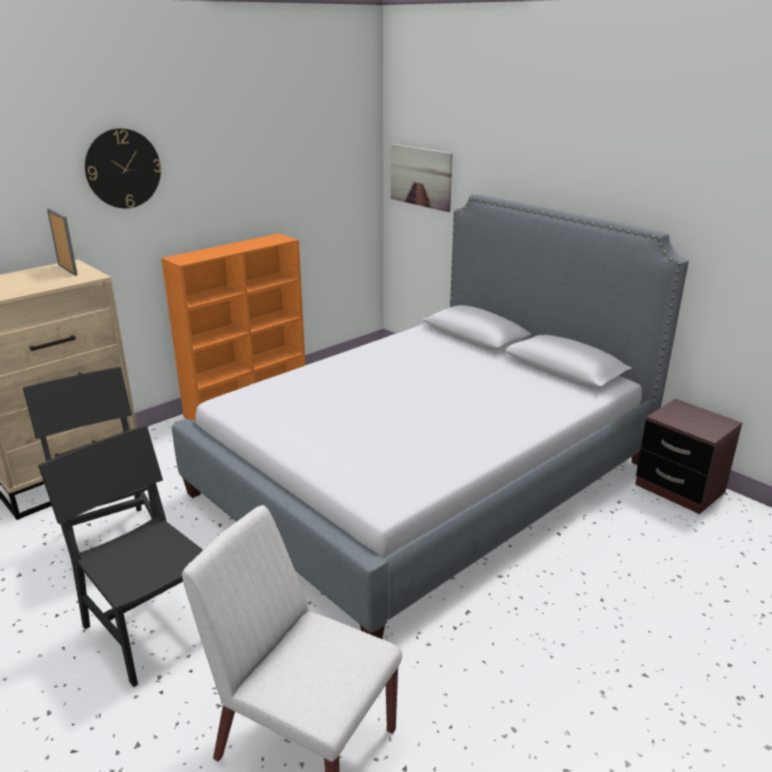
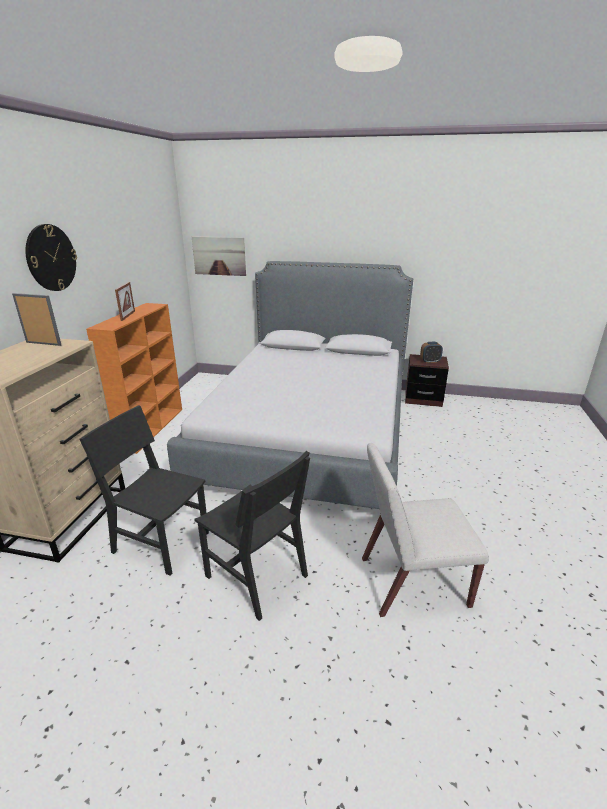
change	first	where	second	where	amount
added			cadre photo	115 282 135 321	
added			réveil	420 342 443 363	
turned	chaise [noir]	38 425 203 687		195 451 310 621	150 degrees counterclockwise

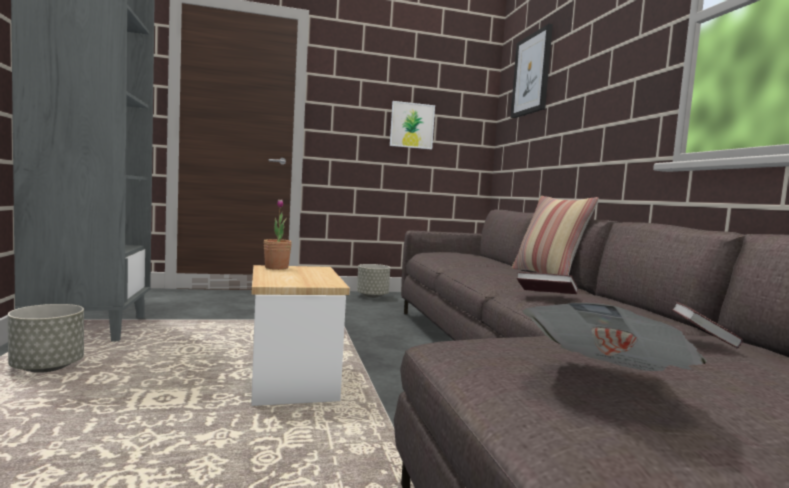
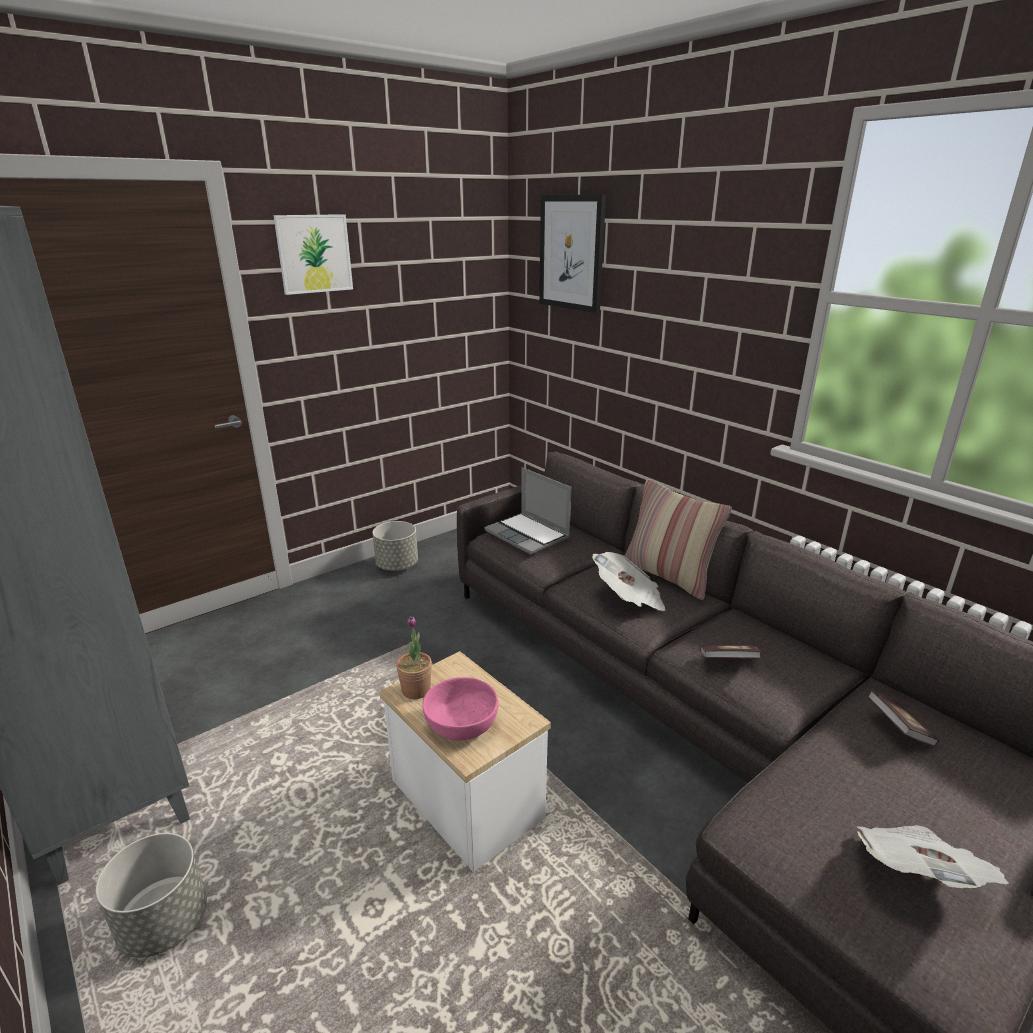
change	first	where	second	where	amount
added			bol [rose]	422 677 498 741	
added			ordinateur portable	484 467 571 555	
added			journal	592 552 666 611	
moved	tableau	390 101 435 150		273 214 353 295	

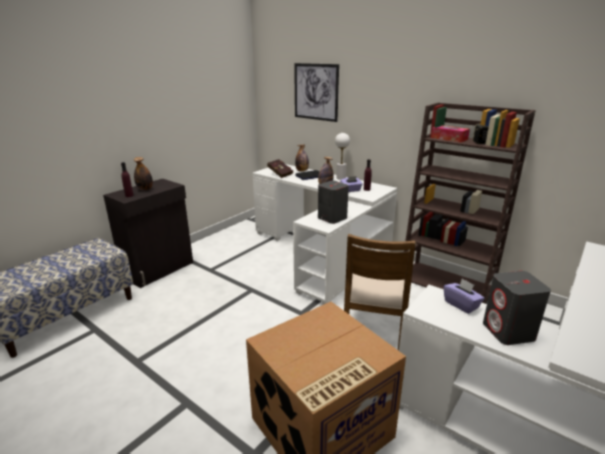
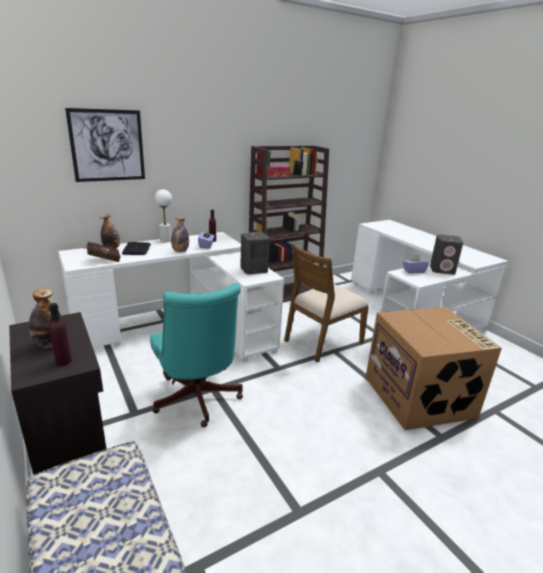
change	first	where	second	where	amount
added			chaise de bureau [turquoise]	150 283 243 427	
turned	chaise [marron]	344 234 416 351		284 244 369 362	105 degrees clockwise

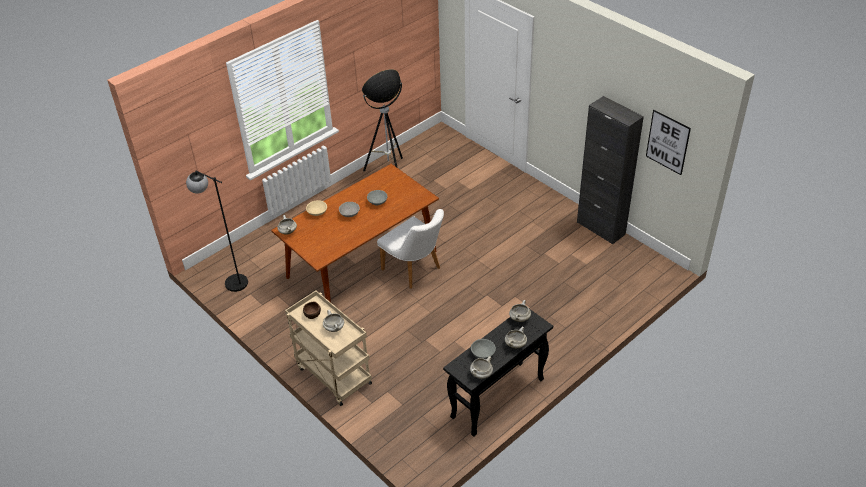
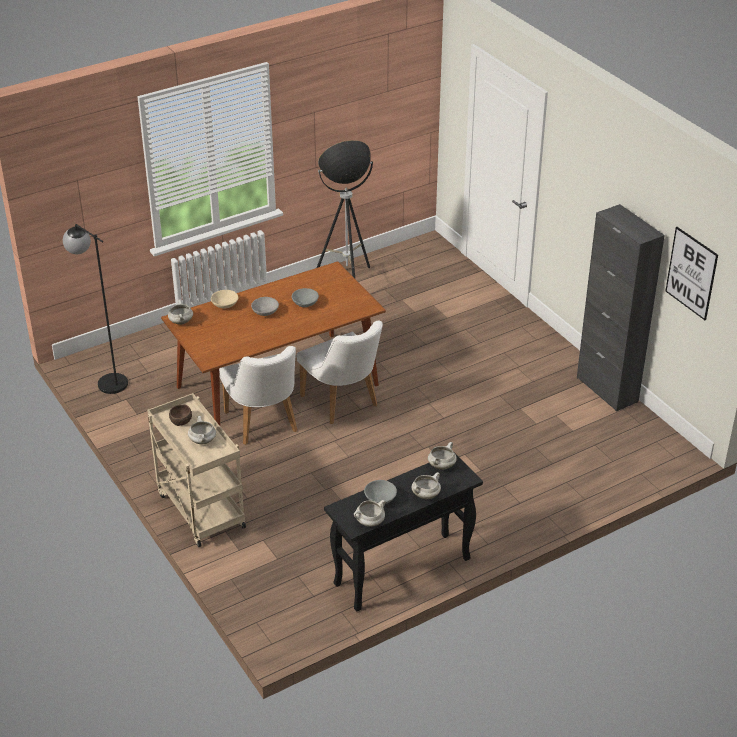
change	first	where	second	where	amount
added			chaise [blanc]	219 346 297 445	

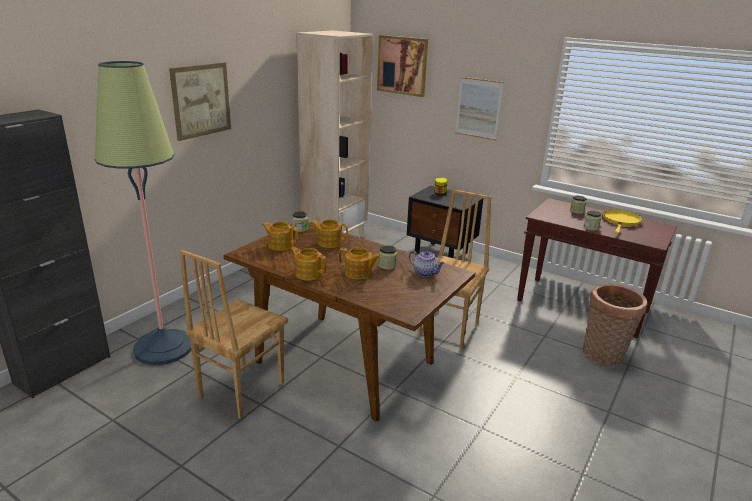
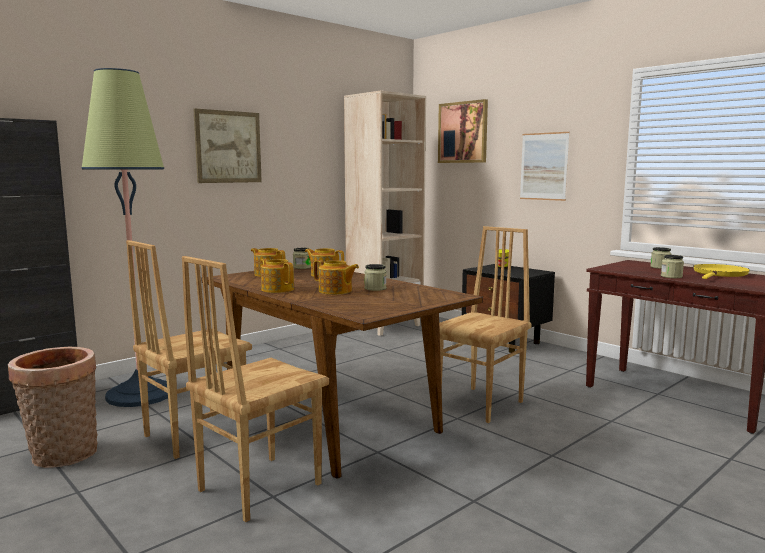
change	first	where	second	where	amount
removed	théière	409 251 444 277			
added			chaise [marron]	182 256 329 522	
moved	panier	582 284 647 366		8 347 97 468	

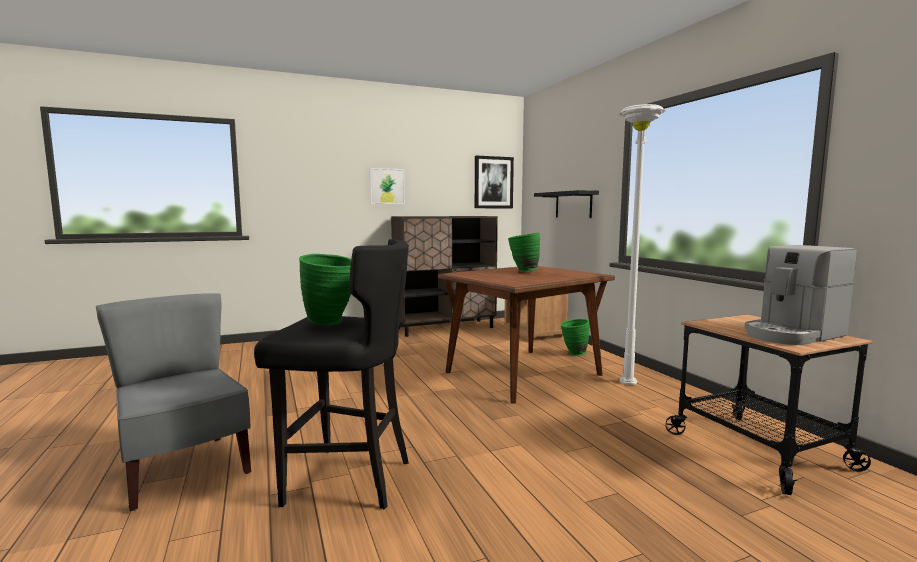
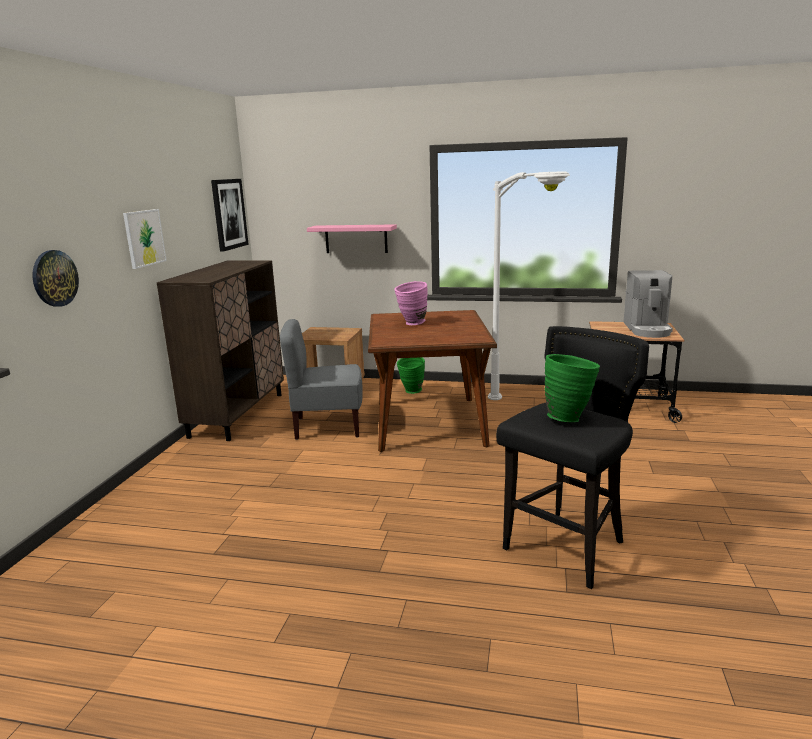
change	first	where	second	where	amount
added			horloge murale	32 250 79 307	
moved	chaise [gris]	96 293 251 511		280 319 363 440	
recoloured	vase [vert]	508 233 540 272	vase [rose]	394 281 428 325	
recoloured	étagère [noir]	534 190 599 218	étagère [rose]	307 224 397 253	

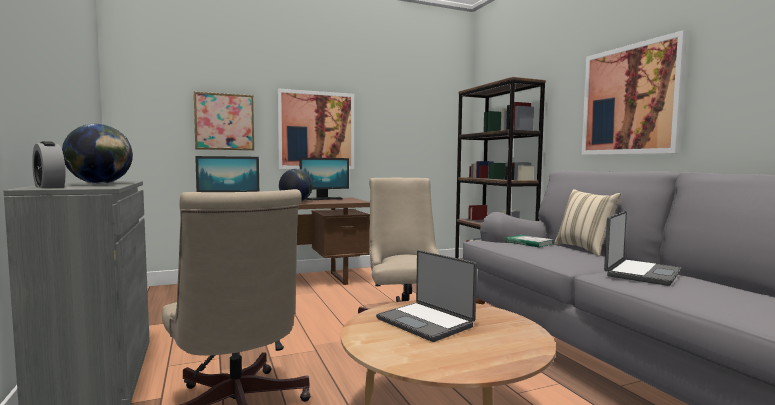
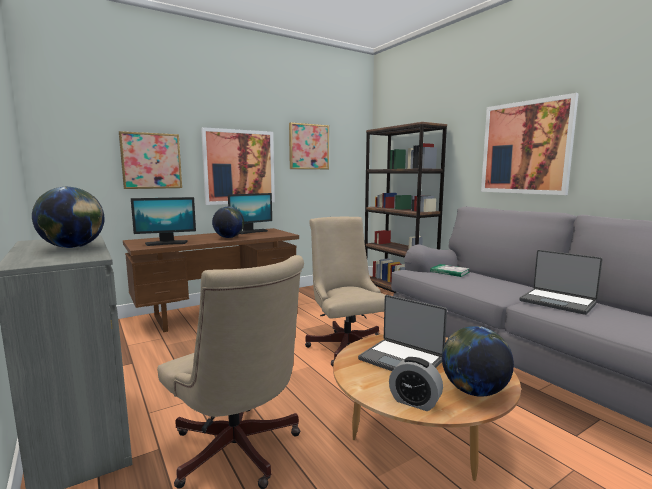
change	first	where	second	where	amount
removed	coussin [beige]	554 189 621 256			
added			tableau	289 122 329 169	
added			globe	442 326 514 397	
moved	réveil	32 141 66 188		389 357 443 411	
turned	ordinateur portable	604 211 682 286		519 250 603 315	105 degrees clockwise

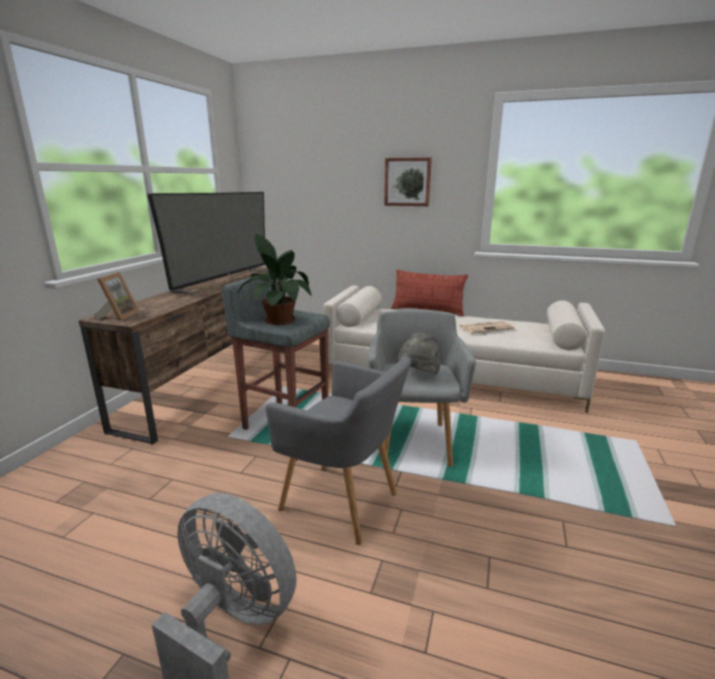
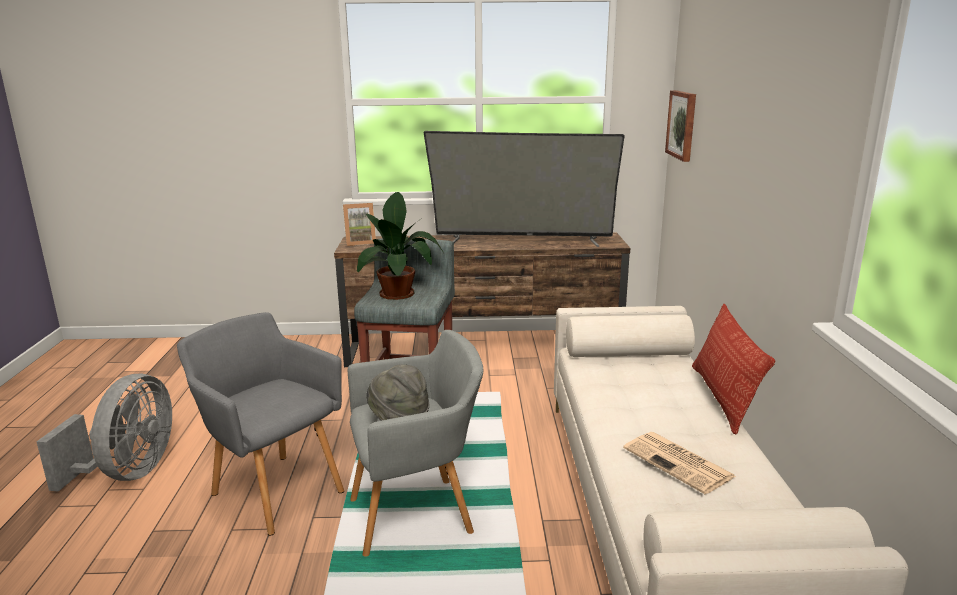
change	first	where	second	where	amount
moved	tableau	384 157 432 206		665 90 696 162	
turned	fauteuil [gris]	266 356 411 545		177 312 344 536	120 degrees clockwise

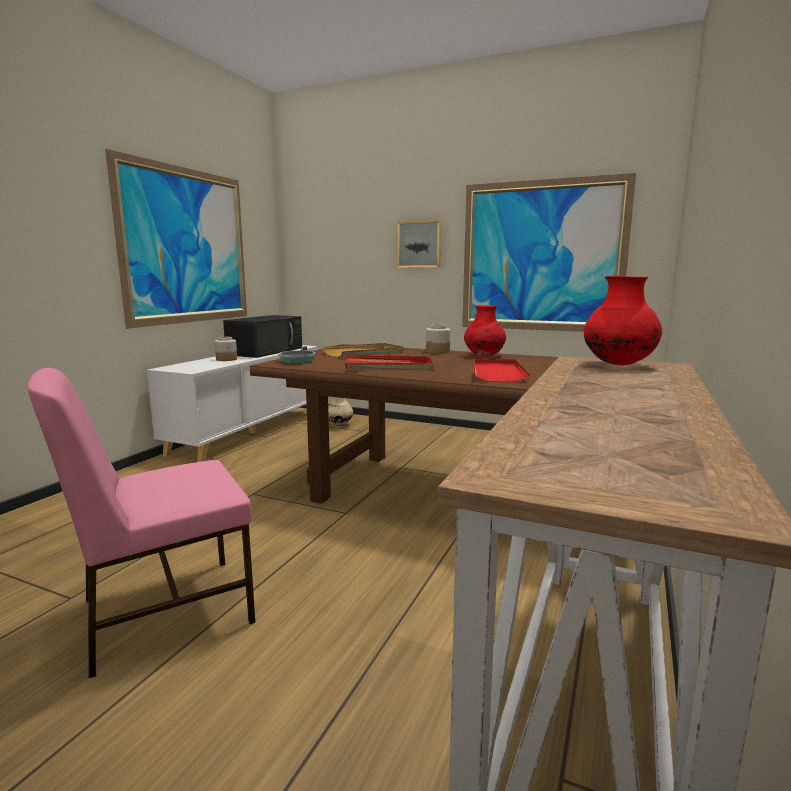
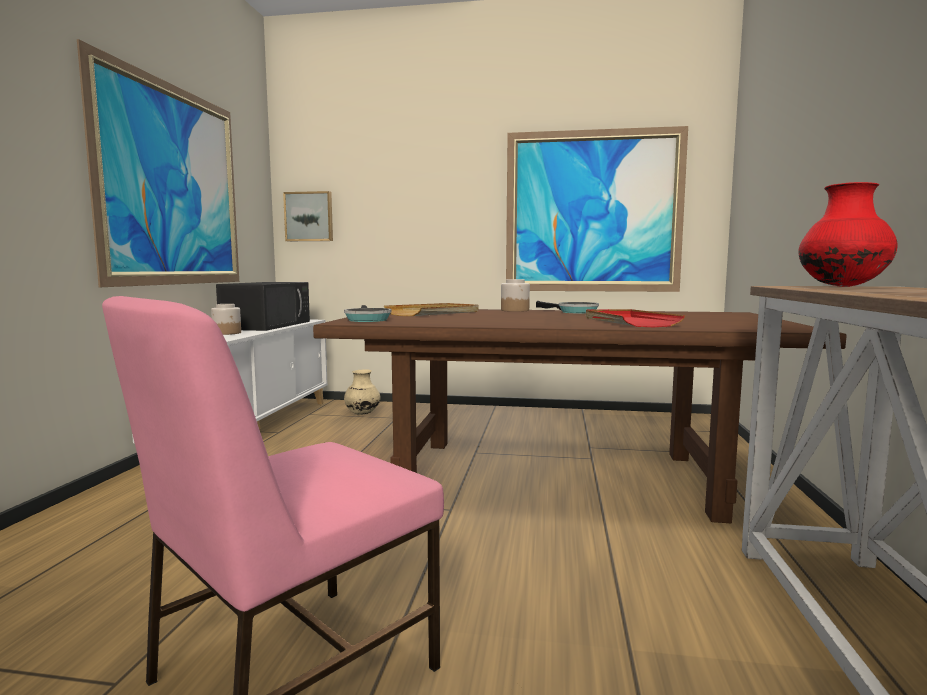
change	first	where	second	where	amount
removed	plateau [rouge]	345 356 434 370			
moved	tableau	398 221 441 268		283 191 333 241	
replaced	vase [rouge]	464 305 506 356	poêle	536 301 599 314	

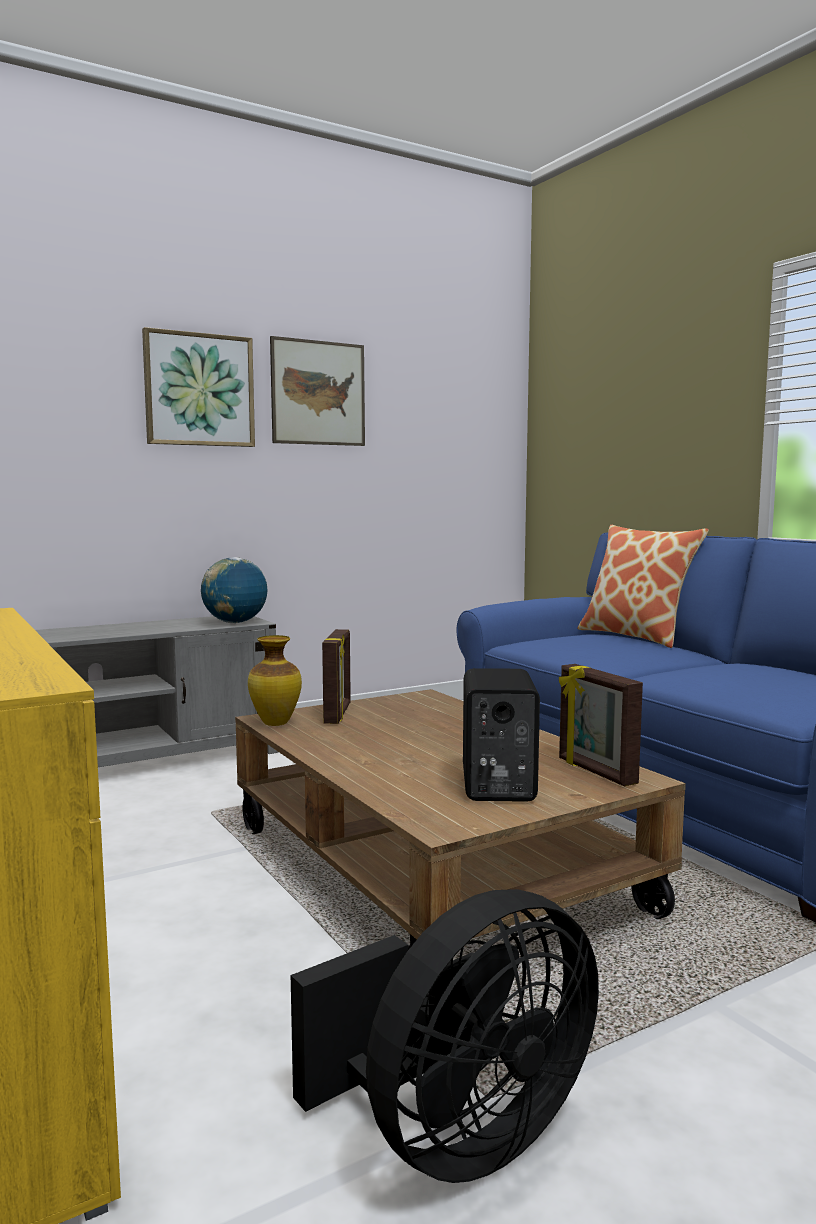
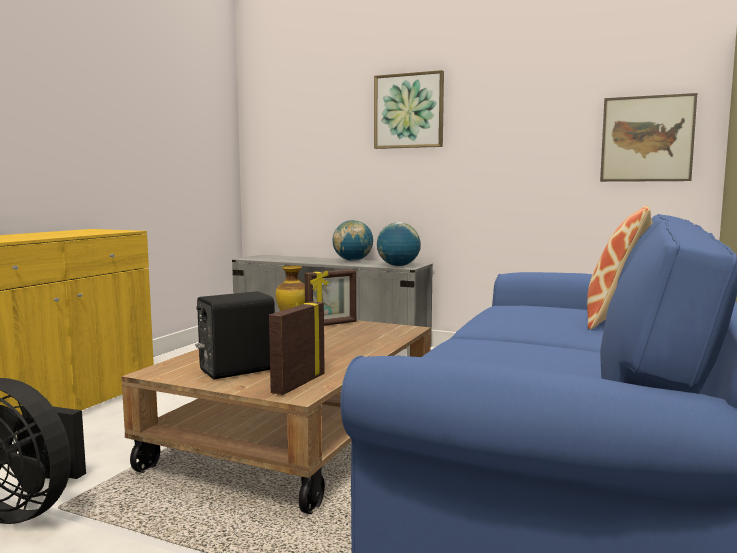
change	first	where	second	where	amount
added			globe	332 220 373 261	
moved	tableau	270 336 365 446		600 93 697 182	

